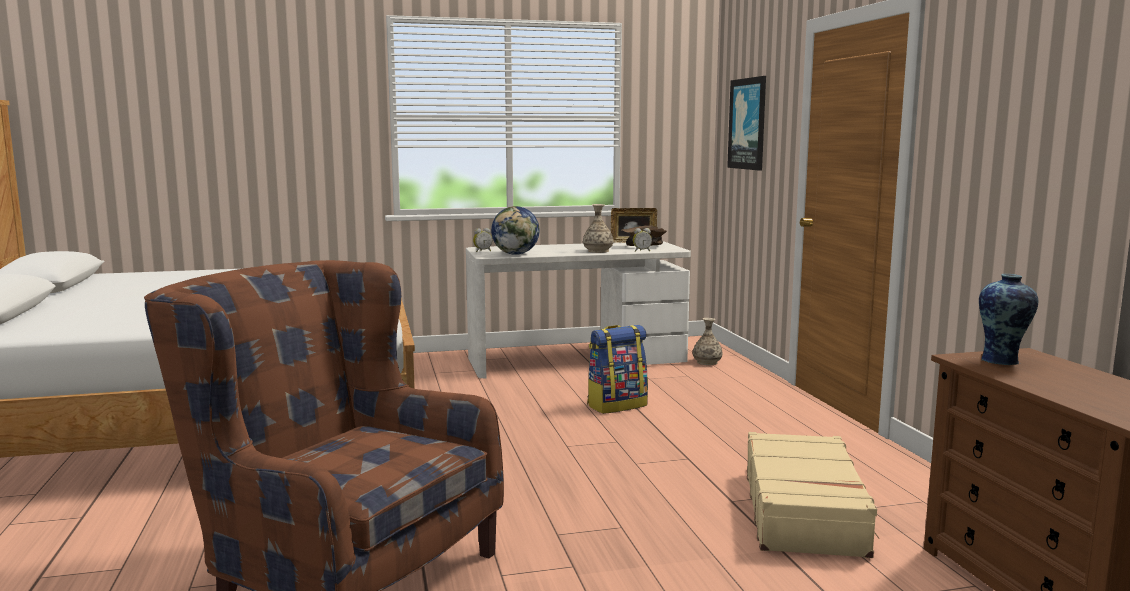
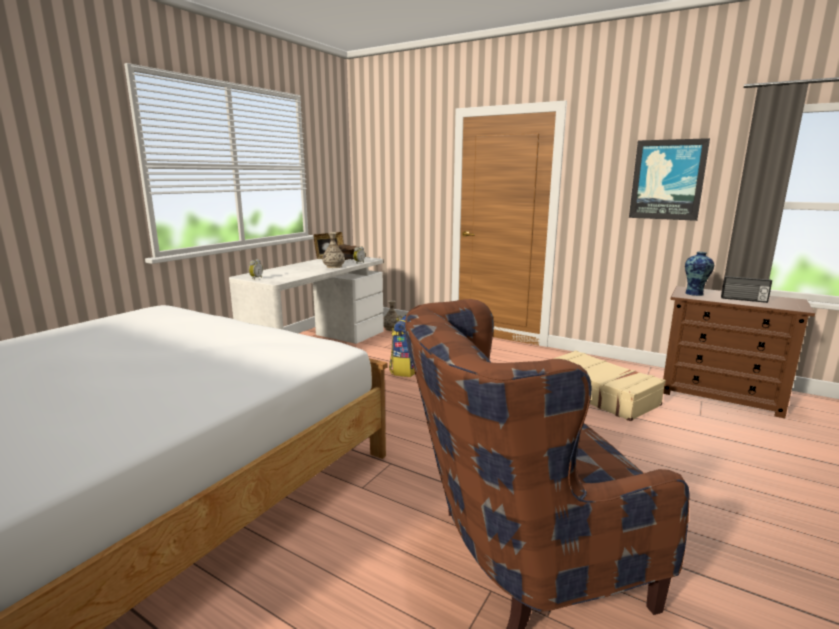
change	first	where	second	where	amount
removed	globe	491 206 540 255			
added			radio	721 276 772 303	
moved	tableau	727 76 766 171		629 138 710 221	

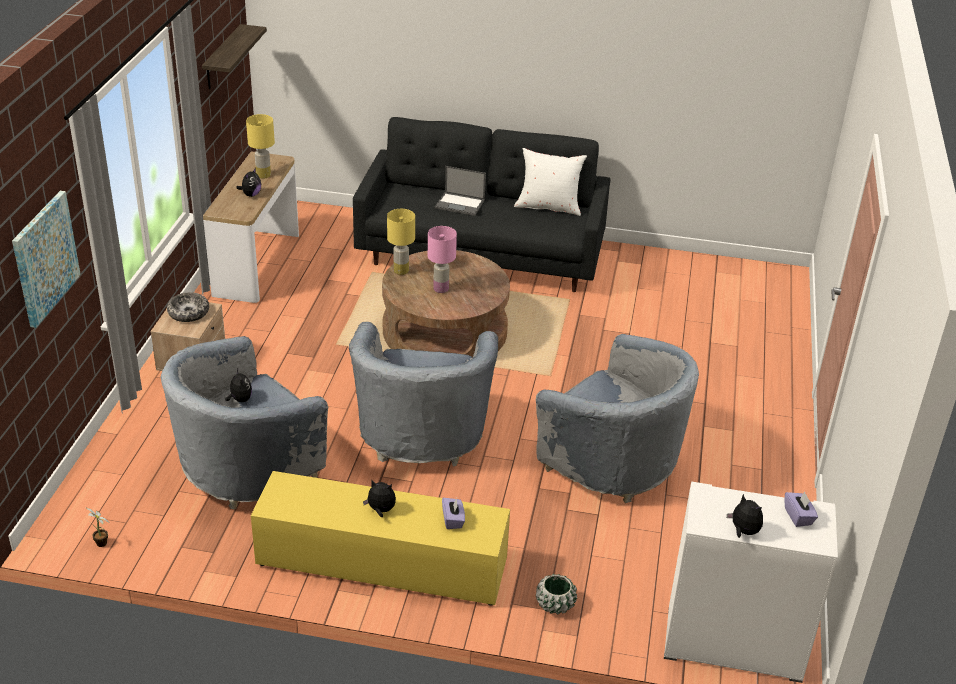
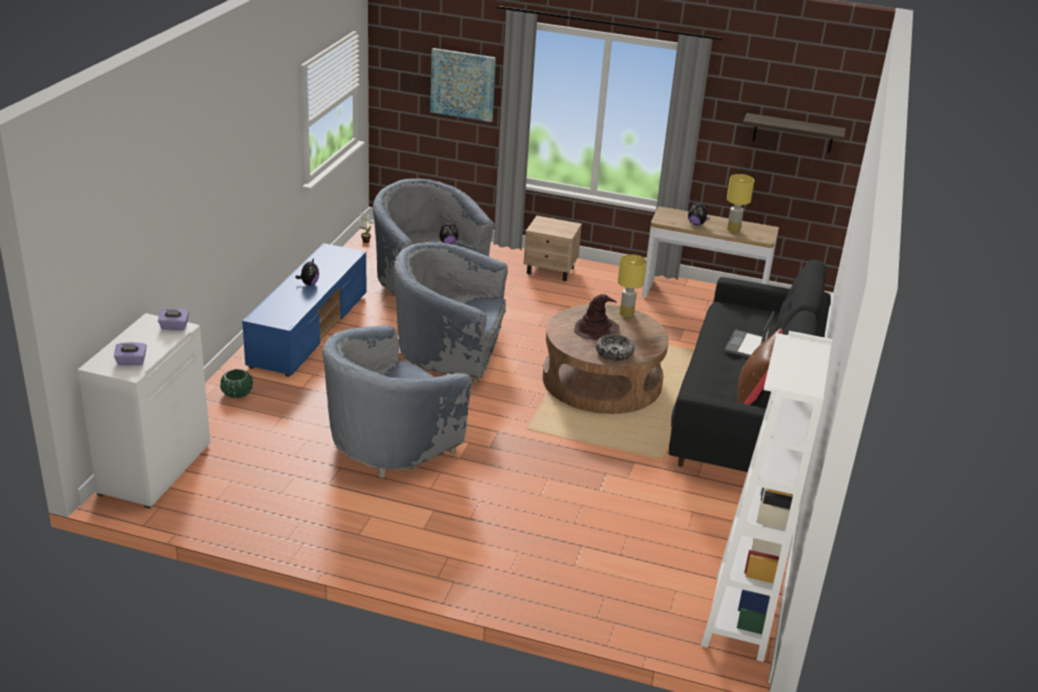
change	first	where	second	where	amount
removed	peluche	727 494 763 538			
added			bibliothèque [blanc]	701 331 832 662	
moved	bol	167 292 209 322		596 334 635 361	
moved	boîte à mouchoirs [violet]	442 498 465 529		158 308 189 330	
replaced	lampe de table [rose]	428 226 457 293	chapeau [marron]	574 294 620 340	
recoloured	meuble télé [jaune]	251 471 510 605	meuble télé [bleu]	242 243 366 377	
recoloured	coussin [blanc]	514 148 587 216	coussin [marron]	737 328 782 405	

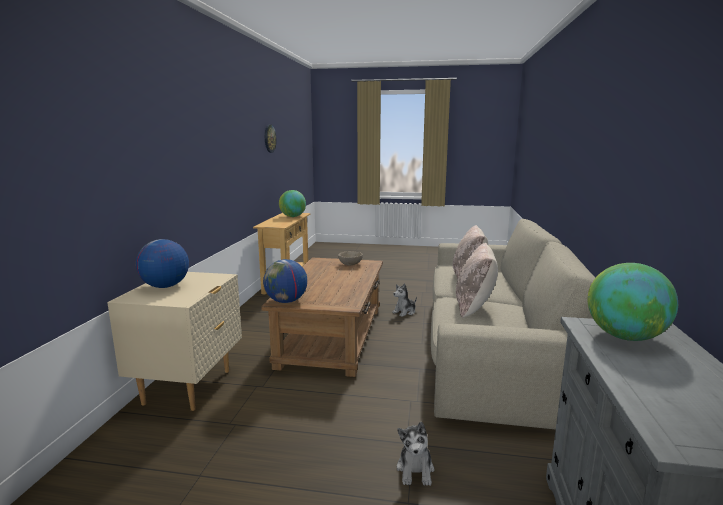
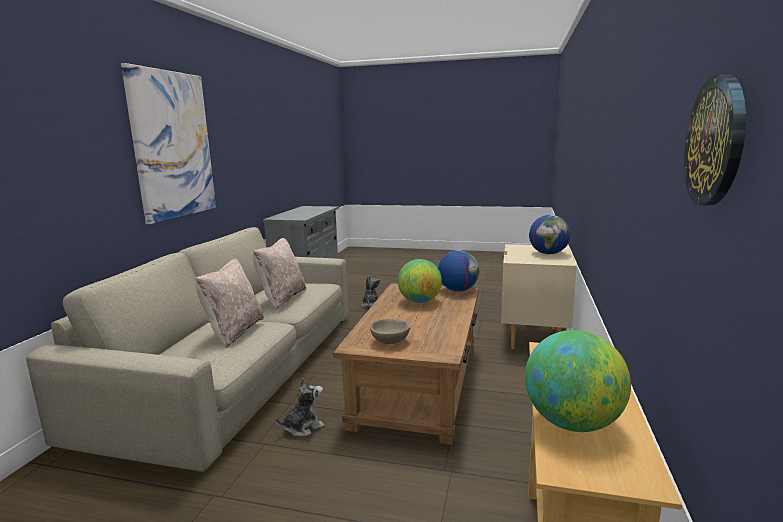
change	first	where	second	where	amount
added			tableau	121 63 216 224	
moved	globe	587 263 678 341		398 259 442 303	

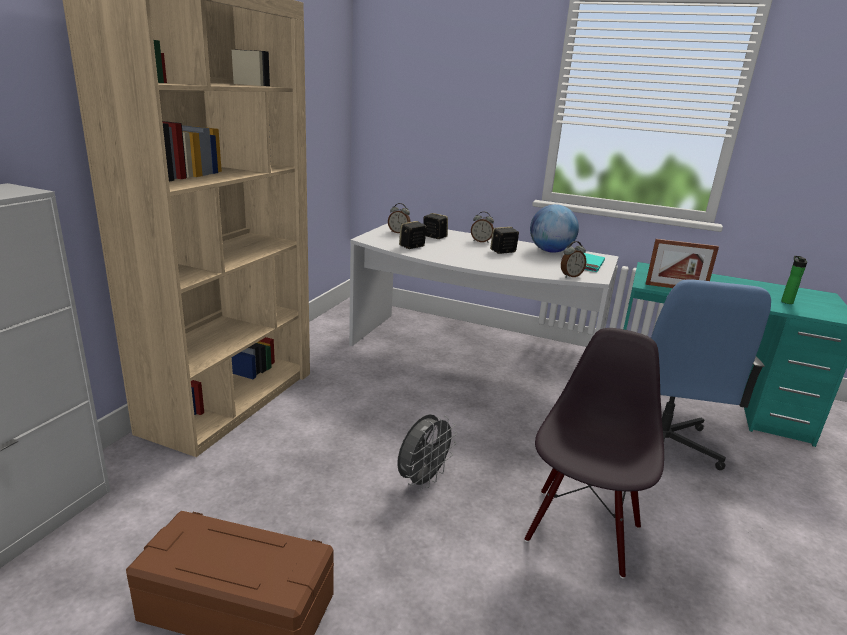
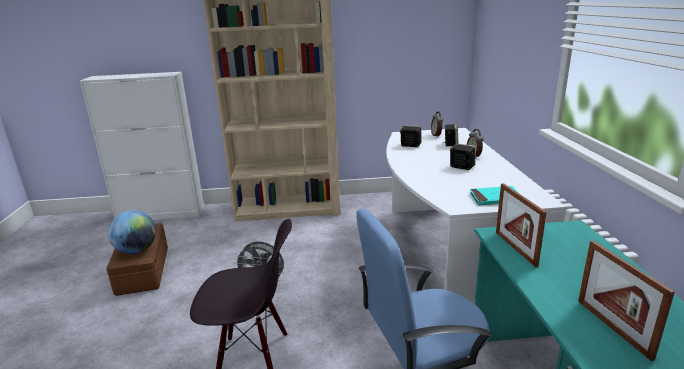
change	first	where	second	where	amount
removed	réveil	561 241 586 277			
moved	globe	530 204 579 253		108 210 156 254	
replaced	bouteille	781 256 807 304	cadre photo	578 241 675 361	

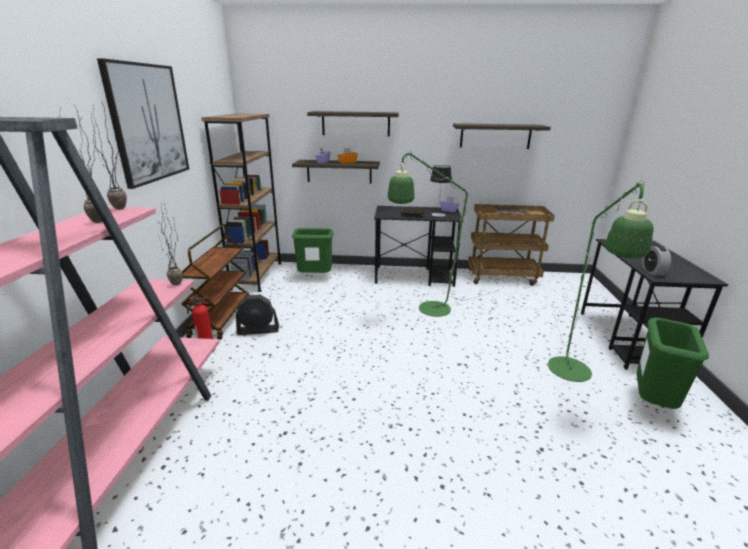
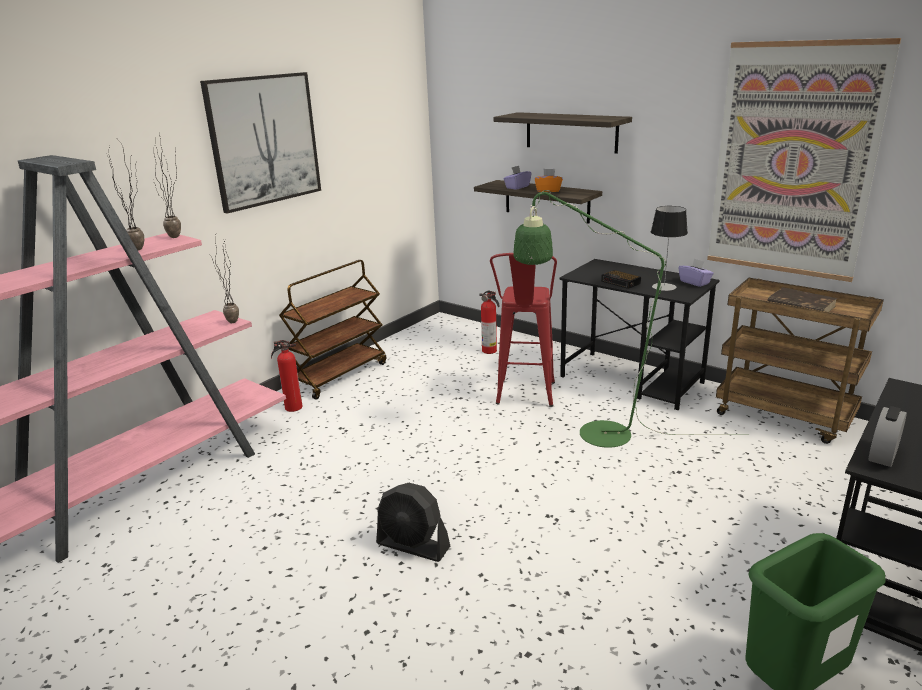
change	first	where	second	where	amount
removed	bibliothèque [marron]	201 113 282 292			
removed	lampadaire [vert]	548 181 654 382			
added			tabouret [rouge]	490 253 557 407	
moved	ventilateur [noir]	236 295 279 335		376 483 450 562	
replaced	poubelle [vert]	292 228 334 273	extincteur	479 290 500 354	
replaced	étagère	453 123 551 149	tableau	707 38 901 282	

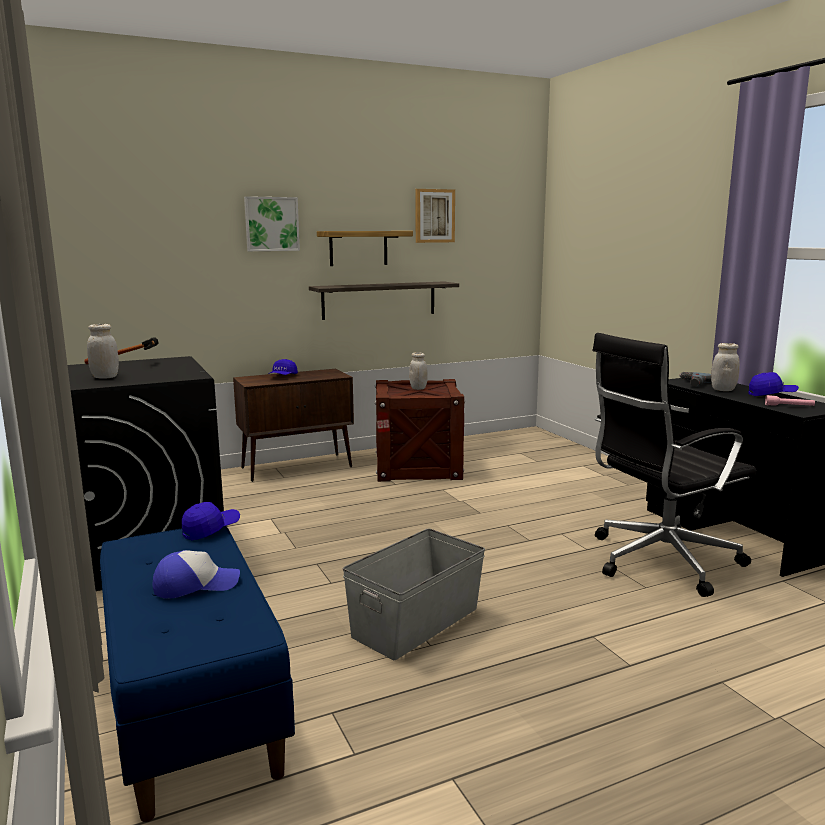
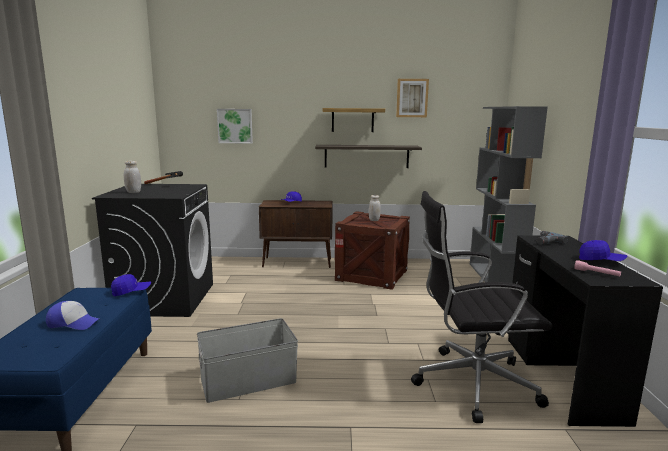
change	first	where	second	where	amount
removed	bocal [blanc]	711 343 740 391			
added			bibliothèque [gris]	470 106 548 283	
moved	tableau	244 196 300 251		217 109 253 144	

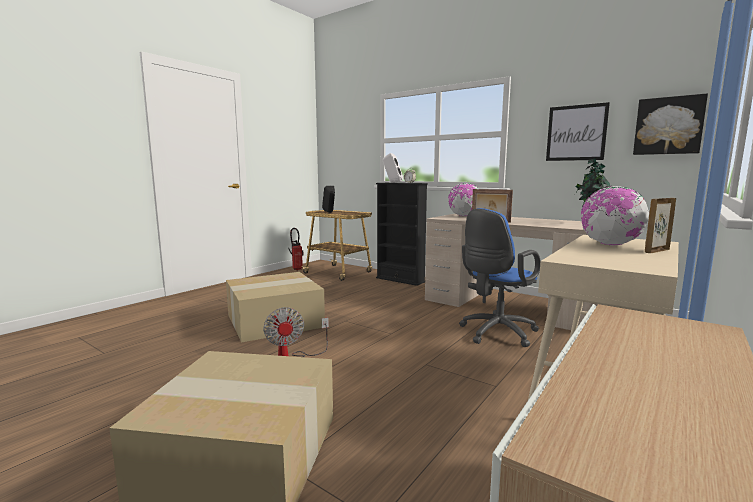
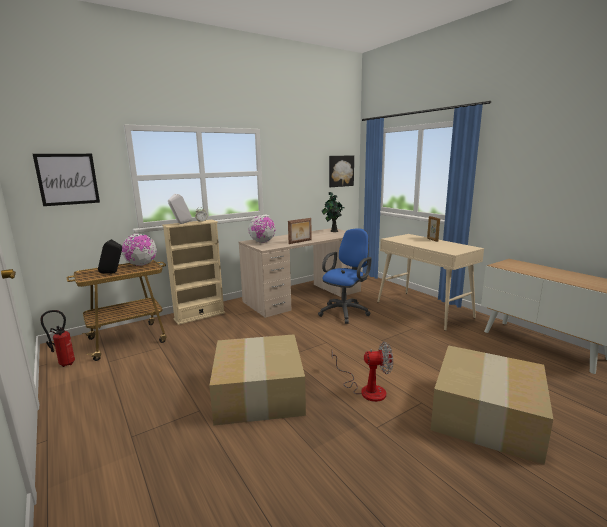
change	first	where	second	where	amount
moved	tableau	546 102 610 161		33 154 100 206	
moved	globe	581 186 649 245		122 234 157 266	
recoloured	bibliothèque [noir]	376 183 428 286	bibliothèque [beige]	162 219 225 325	
turned	chaise de bureau [bleu]	459 208 541 347		318 228 372 324	120 degrees counterclockwise

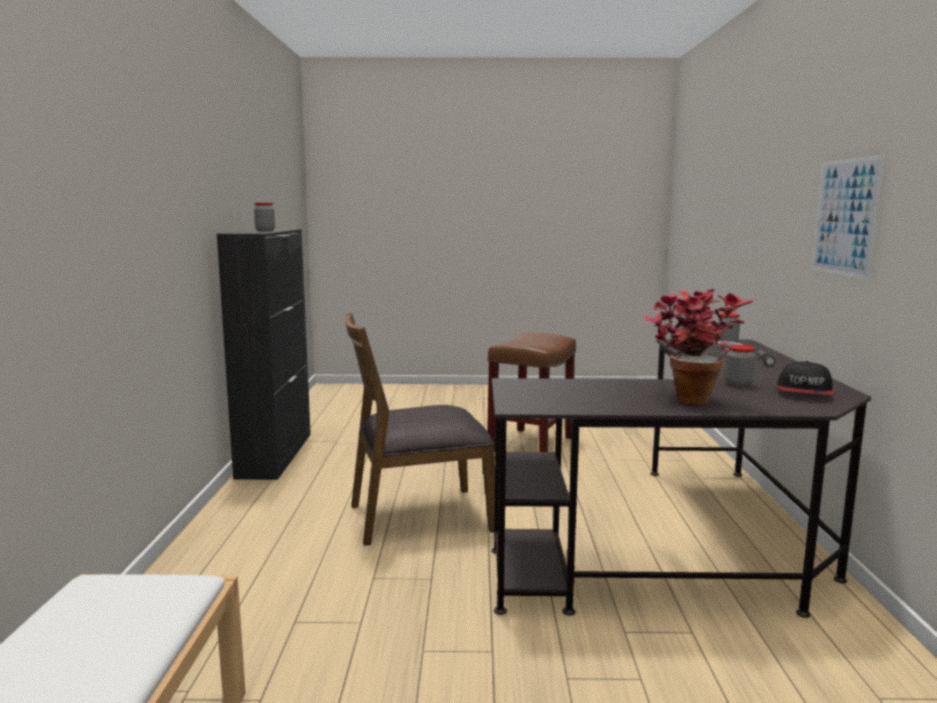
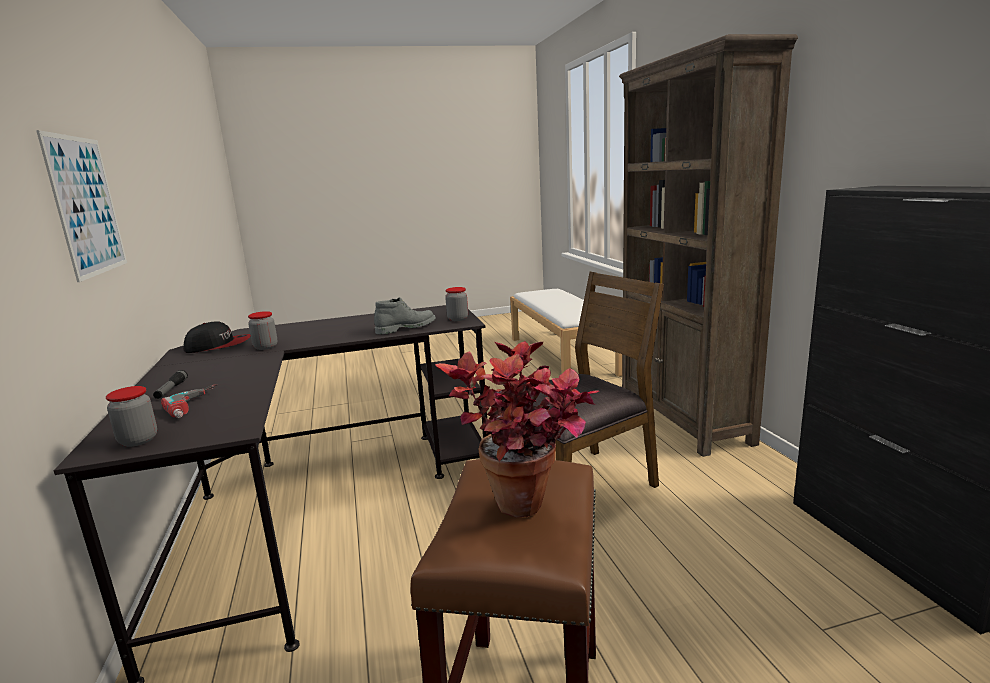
change	first	where	second	where	amount
added			botte [gris]	374 297 436 334	
added			bibliothèque [marron]	619 34 798 457	
moved	bocal	254 202 275 231		445 287 468 321	
moved	plante en pot	643 289 754 406		435 341 599 518	
turned	casquette	778 361 835 395		183 321 251 353	75 degrees clockwise

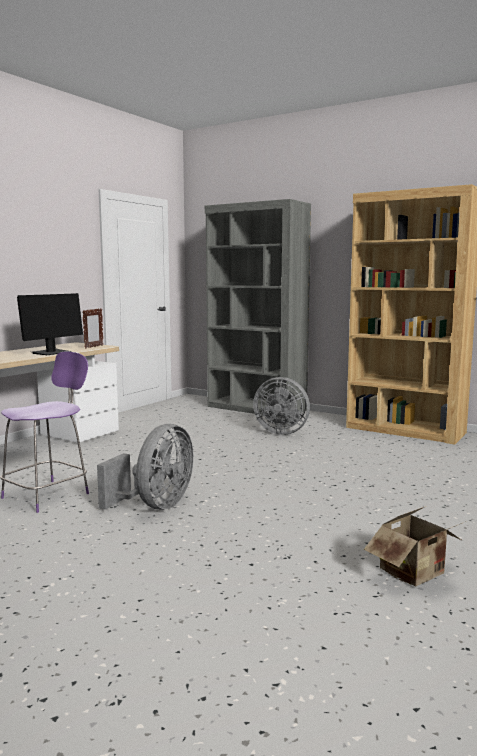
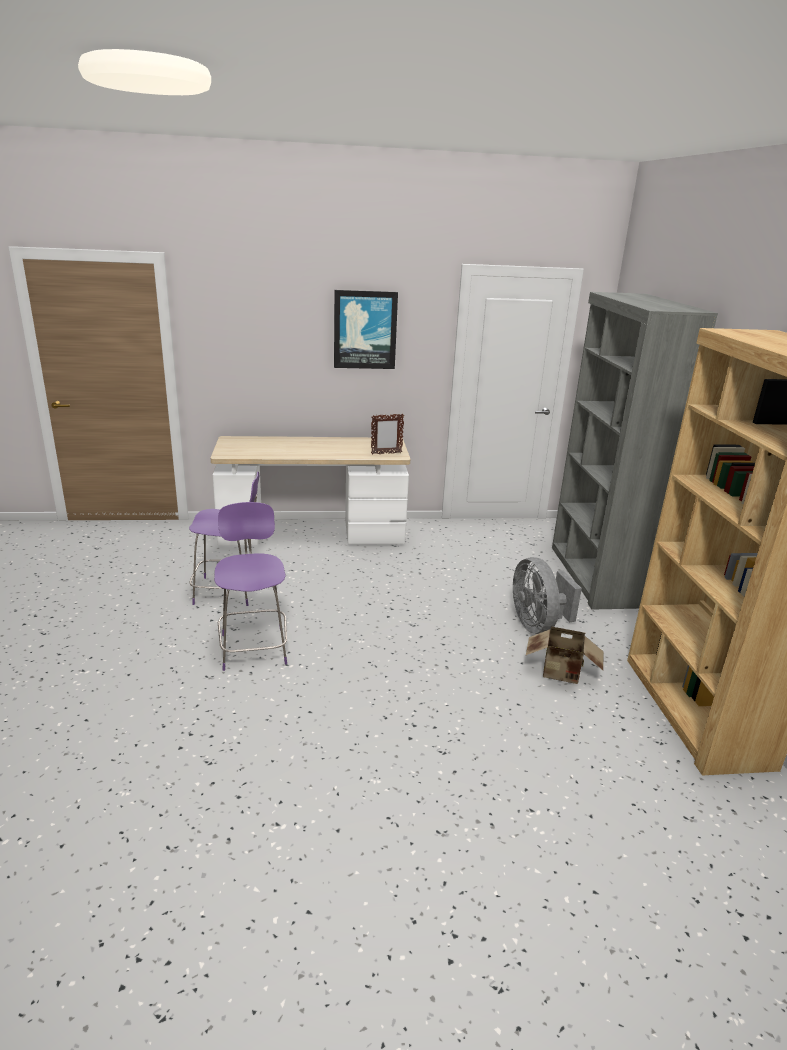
change	first	where	second	where	amount
removed	écran d'ordinateur	17 293 83 355			
added			tableau	334 290 398 369	
moved	carton	364 506 467 586		526 626 603 684	
replaced	ventilateur [gris]	97 424 194 510	chaise [violet]	214 502 287 671	

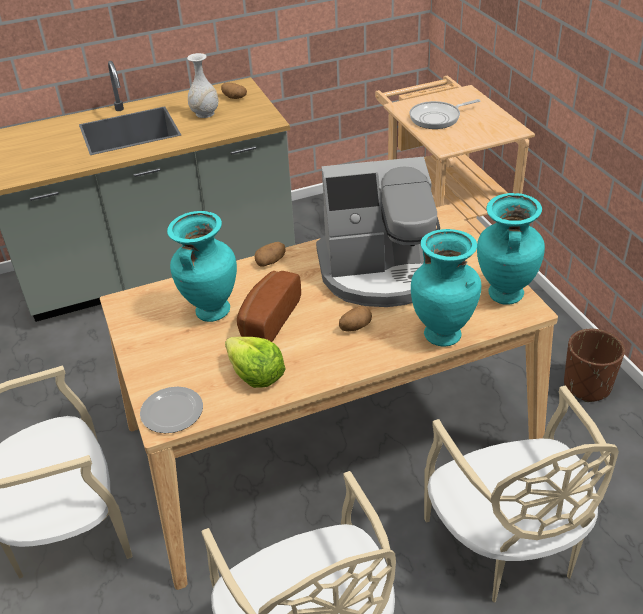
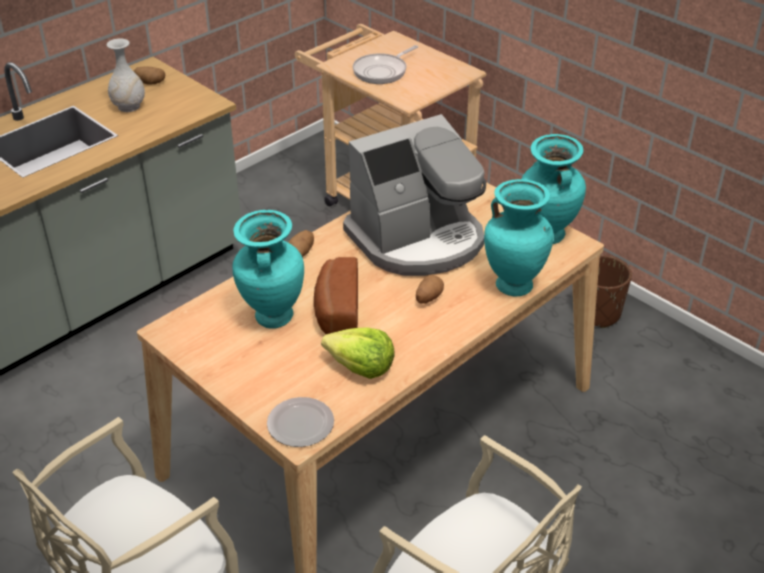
change	first	where	second	where	amount
removed	chaise [beige]	424 386 619 603			

